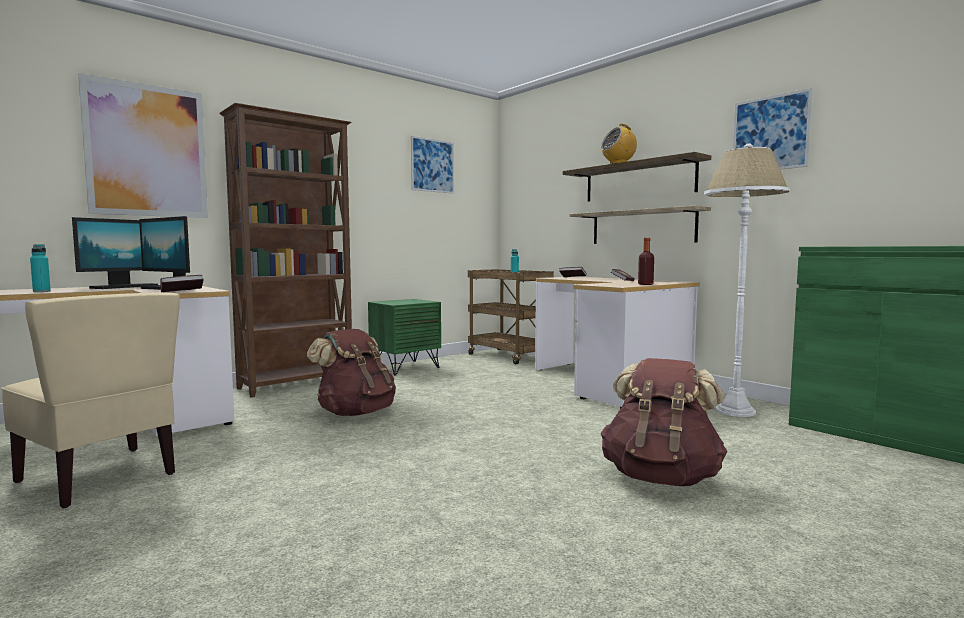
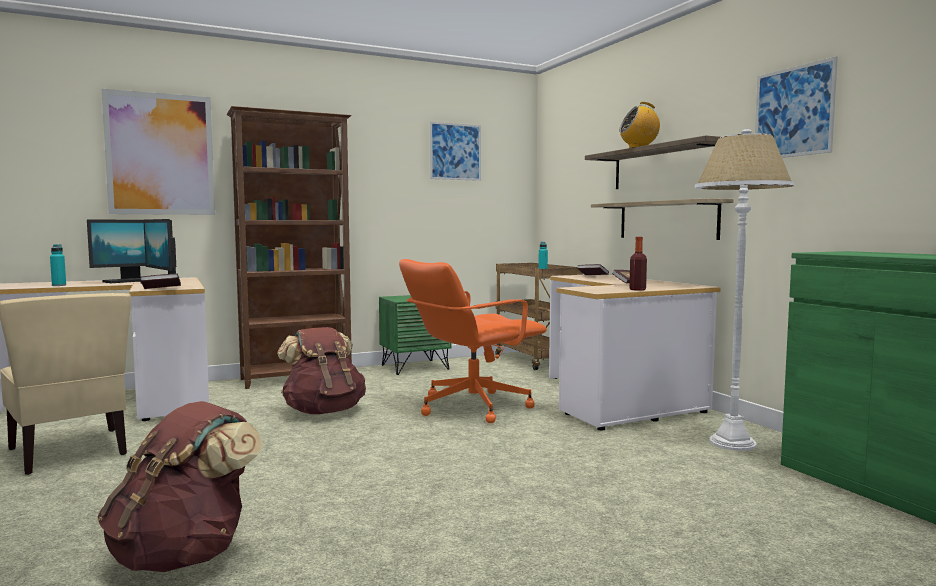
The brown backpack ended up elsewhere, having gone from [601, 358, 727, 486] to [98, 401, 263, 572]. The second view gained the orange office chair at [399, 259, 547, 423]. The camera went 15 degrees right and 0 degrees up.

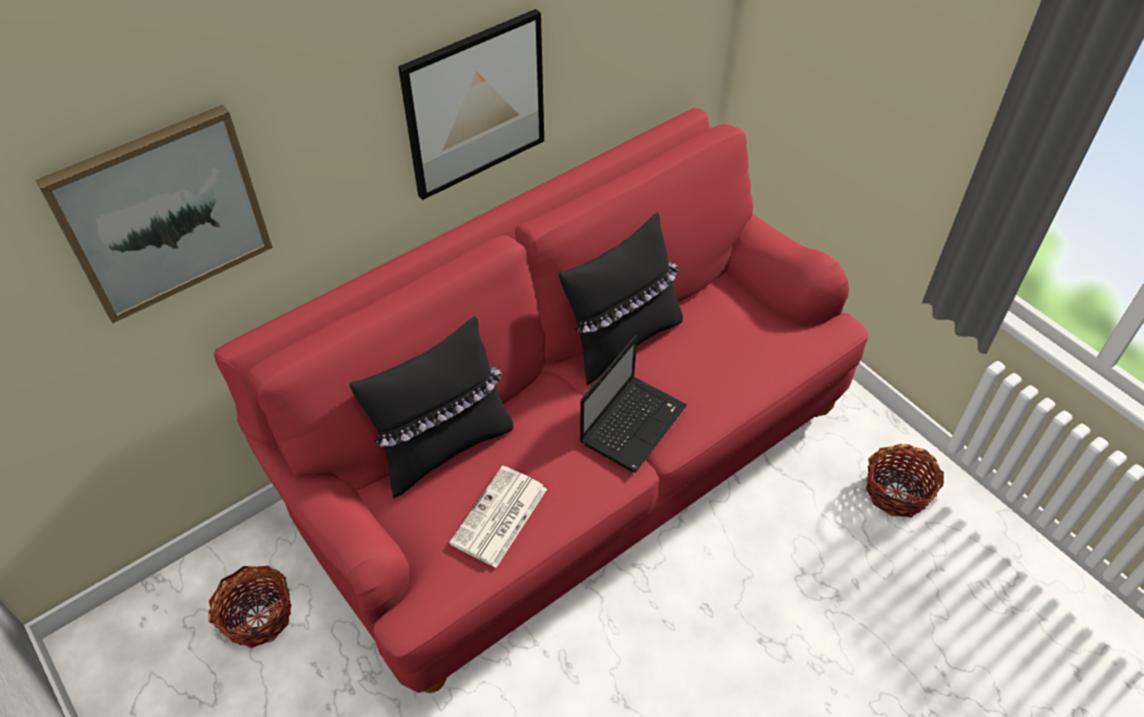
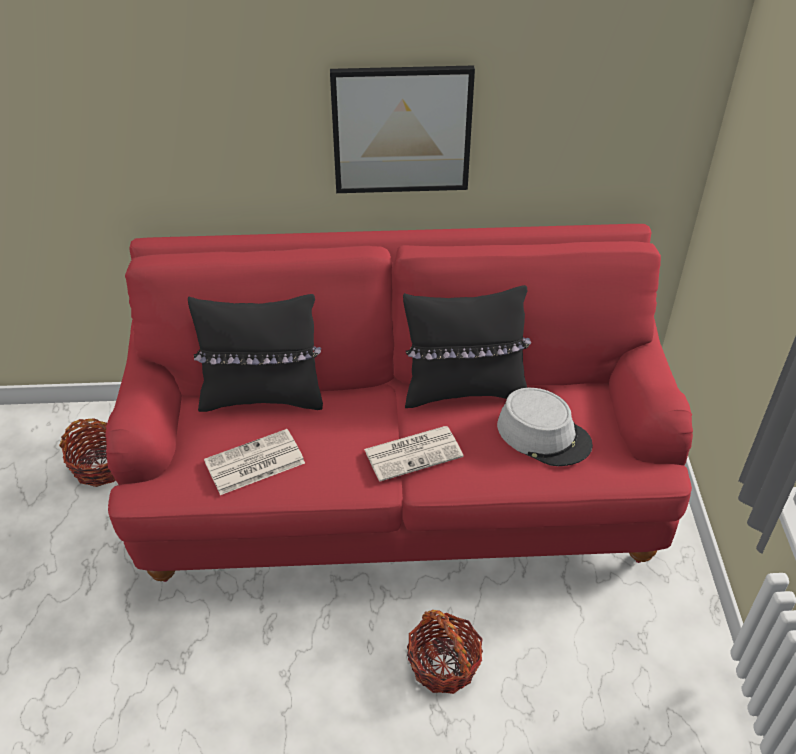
The second view lost the picture at [35, 105, 273, 323]. Where the laptop stood at [580, 335, 687, 472], the newspaper came to stand at [364, 426, 464, 482]. The basket ended up elsewhere, having gone from [866, 444, 944, 517] to [407, 610, 483, 694]. The second view gained the grey hat at [497, 388, 593, 466]. The camera went 35 degrees right and 5 degrees down.

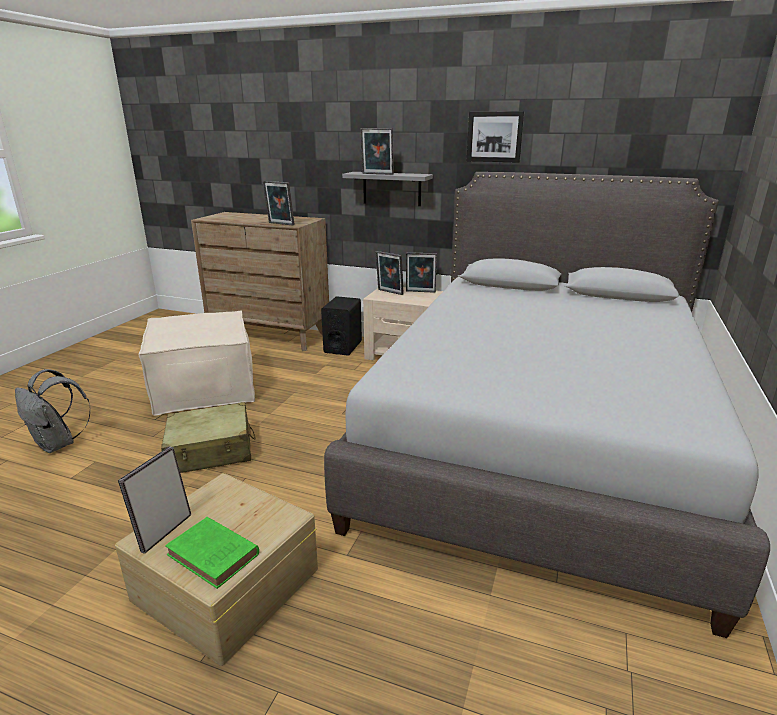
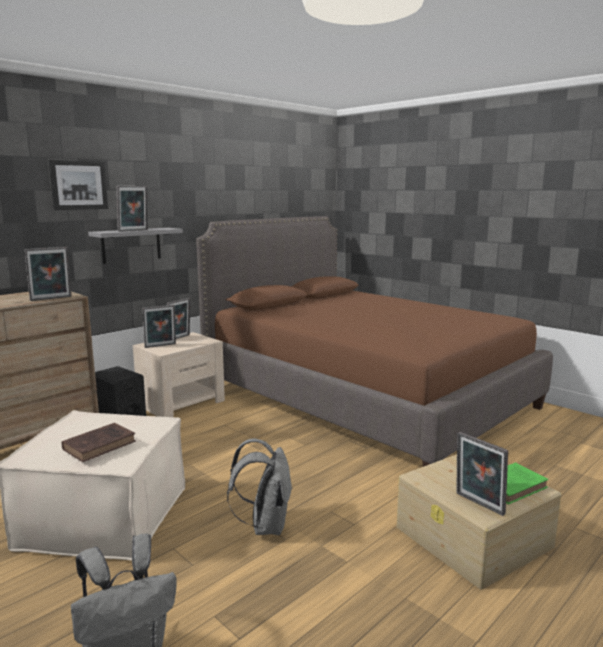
The picture ended up elsewhere, having gone from [467, 111, 525, 163] to [48, 160, 108, 210]. What was the grey bed at [324, 172, 770, 638] turned into the brown bed at [196, 216, 553, 467]. Where the beige suitcase stood at [161, 402, 256, 473], the grey backpack came to stand at [227, 439, 293, 535]. The second view gained the brown book at [62, 423, 136, 462]. The camera went 65 degrees left and 10 degrees down.

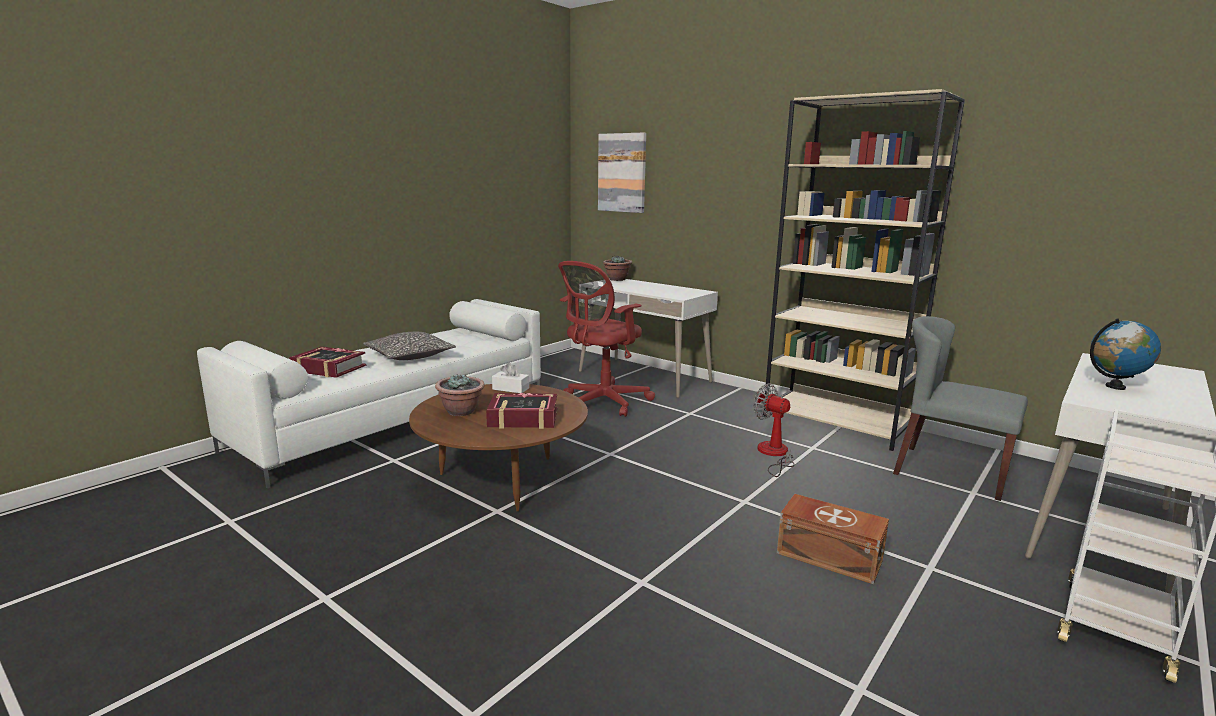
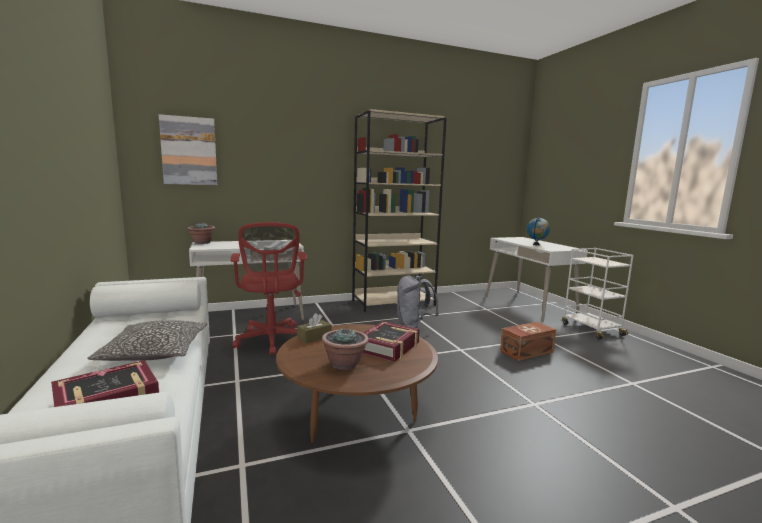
The second view lost the grey chair at [893, 316, 1028, 501]. What was the white tissue box at [492, 362, 529, 393] turned into the brown tissue box at [297, 313, 332, 343]. Where the fan stood at [753, 383, 794, 477], the grey backpack came to stand at [396, 275, 439, 328]. The camera went 60 degrees left and 5 degrees down.

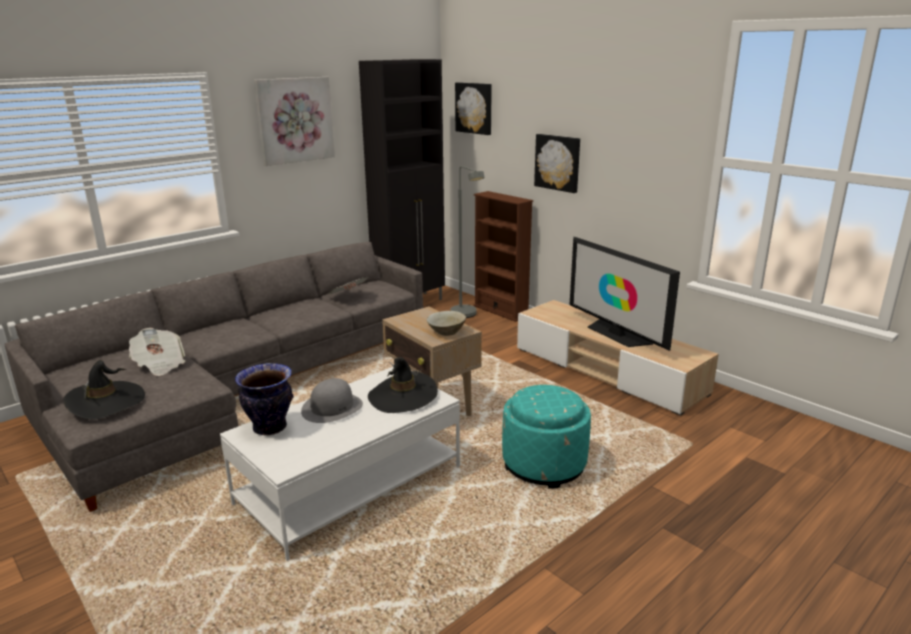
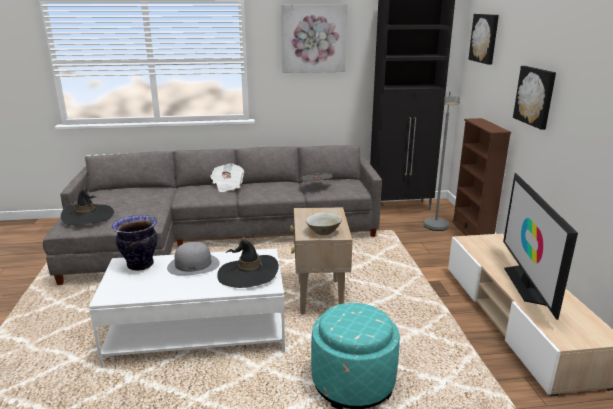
The newspaper ended up elsewhere, having gone from [129, 328, 185, 376] to [210, 163, 244, 192]. The camera went 35 degrees right and 0 degrees up.

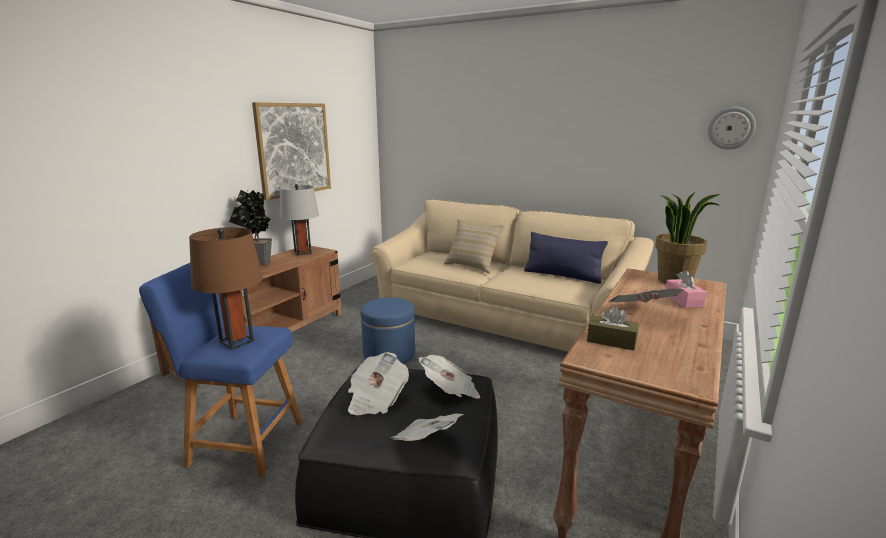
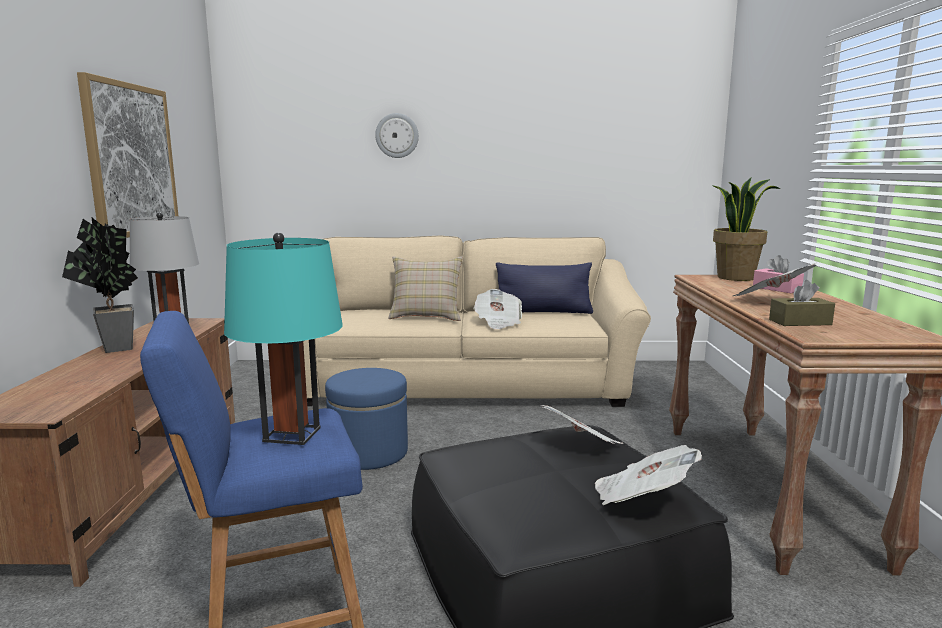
The wall clock ended up elsewhere, having gone from [708, 107, 756, 150] to [375, 113, 419, 158]. What was the brown table lamp at [189, 227, 263, 349] turned into the turquoise table lamp at [224, 232, 343, 445]. The newspaper ended up elsewhere, having gone from [348, 352, 409, 415] to [474, 289, 522, 329]. The camera went 30 degrees left and 5 degrees down.

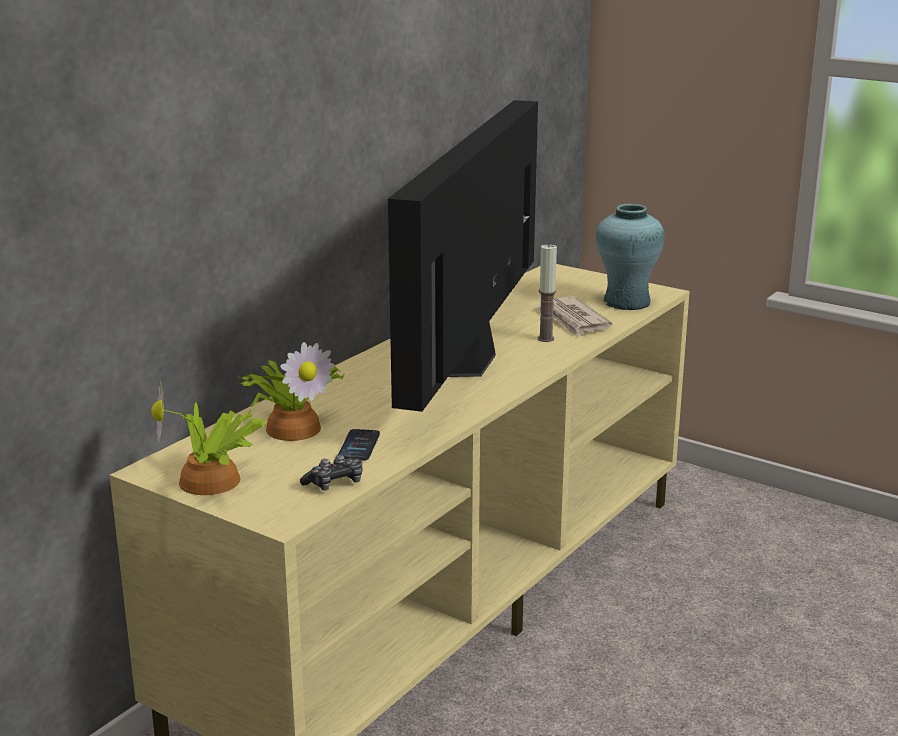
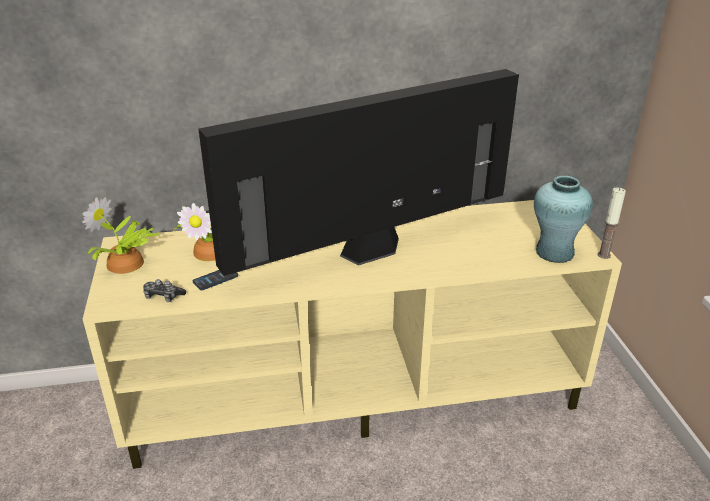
The candle ended up elsewhere, having gone from [538, 244, 557, 342] to [598, 187, 626, 259]. The second view lost the newspaper at [537, 296, 612, 337]. The camera went 45 degrees right and 10 degrees up.

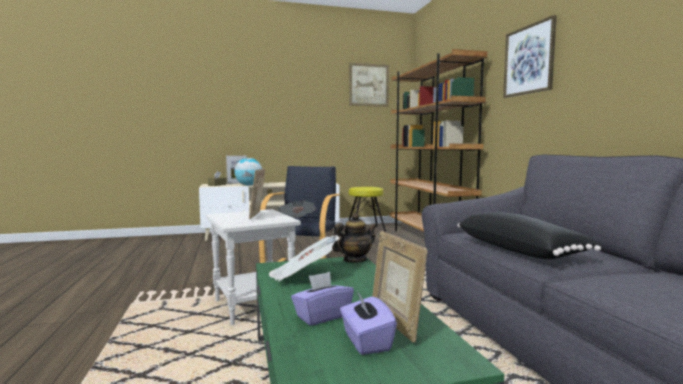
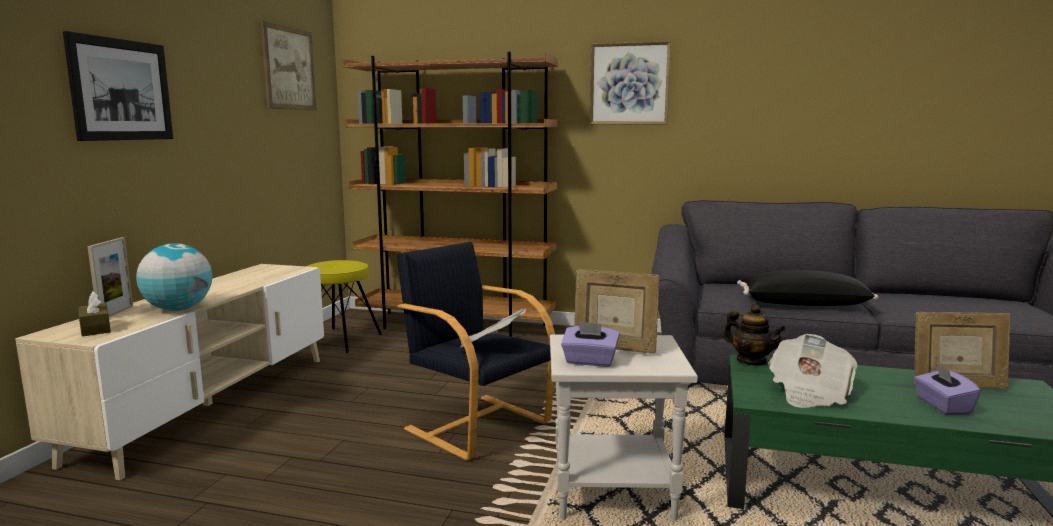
The teapot at [332, 213, 377, 263] ended up facing another way, 135 degrees clockwise from before. The purple tissue box ended up elsewhere, having gone from [340, 291, 397, 355] to [561, 321, 620, 367]. The second view gained the picture at [63, 31, 173, 141]. The camera went 60 degrees left and 5 degrees up.

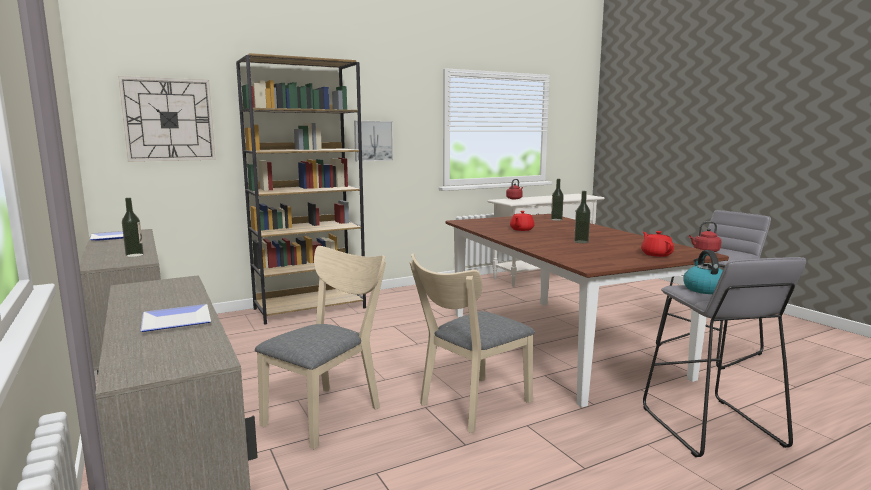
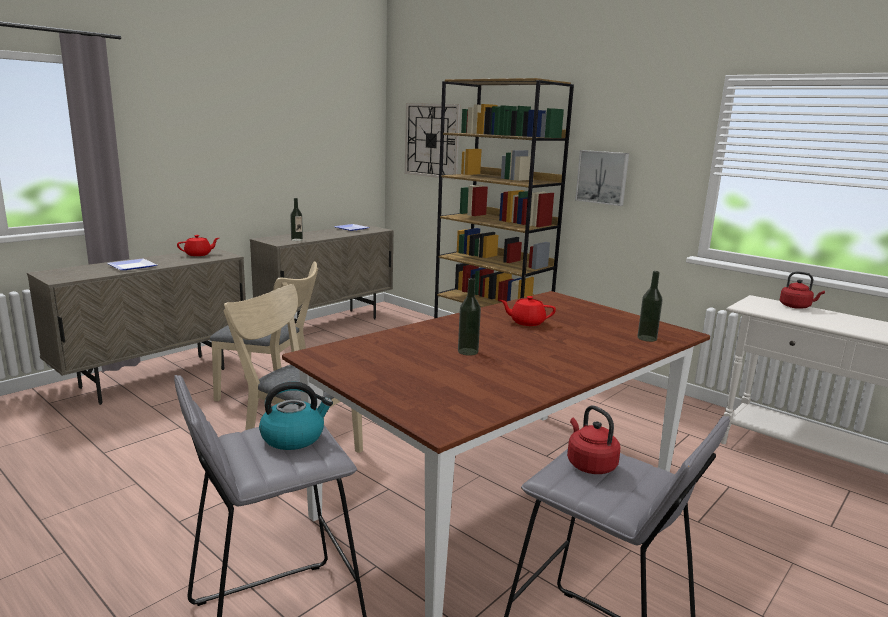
The red teapot ended up elsewhere, having gone from [641, 231, 674, 257] to [177, 235, 219, 256]. The camera went 70 degrees right and 5 degrees up.

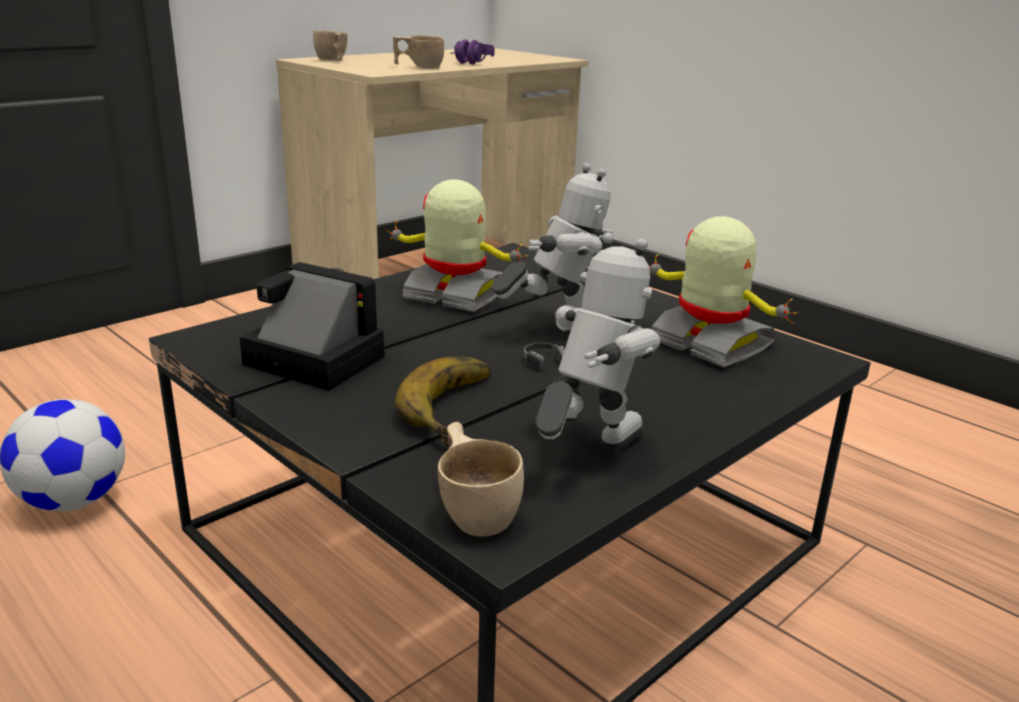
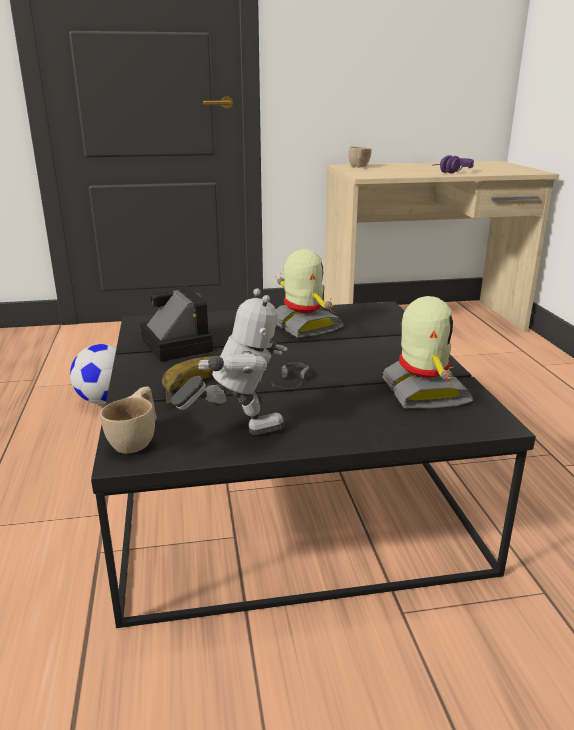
The second view lost the beige cup at [393, 36, 444, 69]. The second view lost the toy robot at [491, 163, 614, 308]. The camera went 35 degrees right and 0 degrees up.

